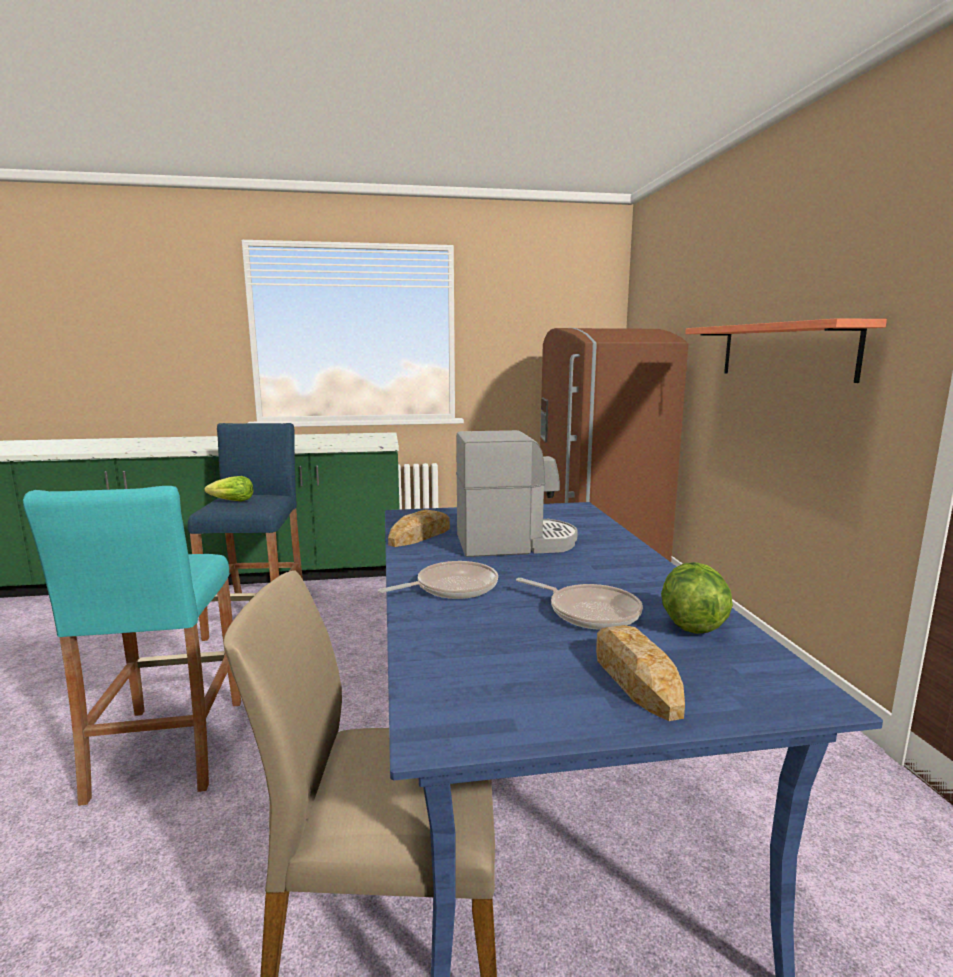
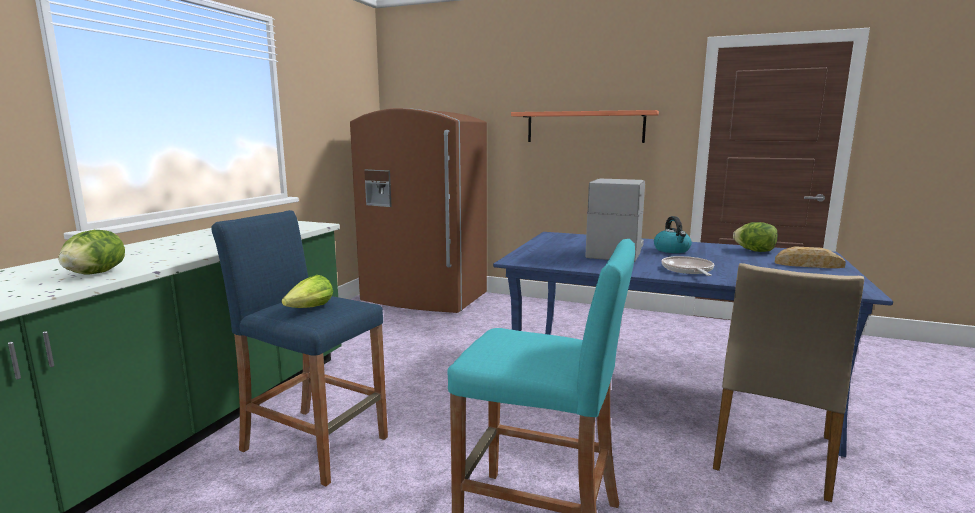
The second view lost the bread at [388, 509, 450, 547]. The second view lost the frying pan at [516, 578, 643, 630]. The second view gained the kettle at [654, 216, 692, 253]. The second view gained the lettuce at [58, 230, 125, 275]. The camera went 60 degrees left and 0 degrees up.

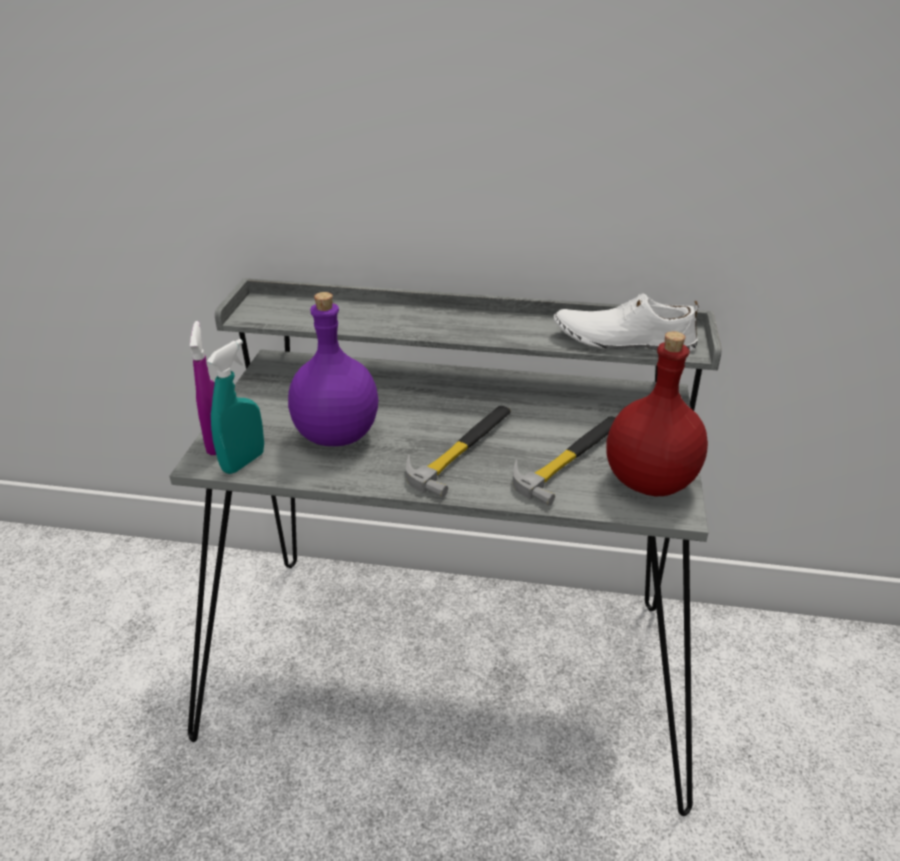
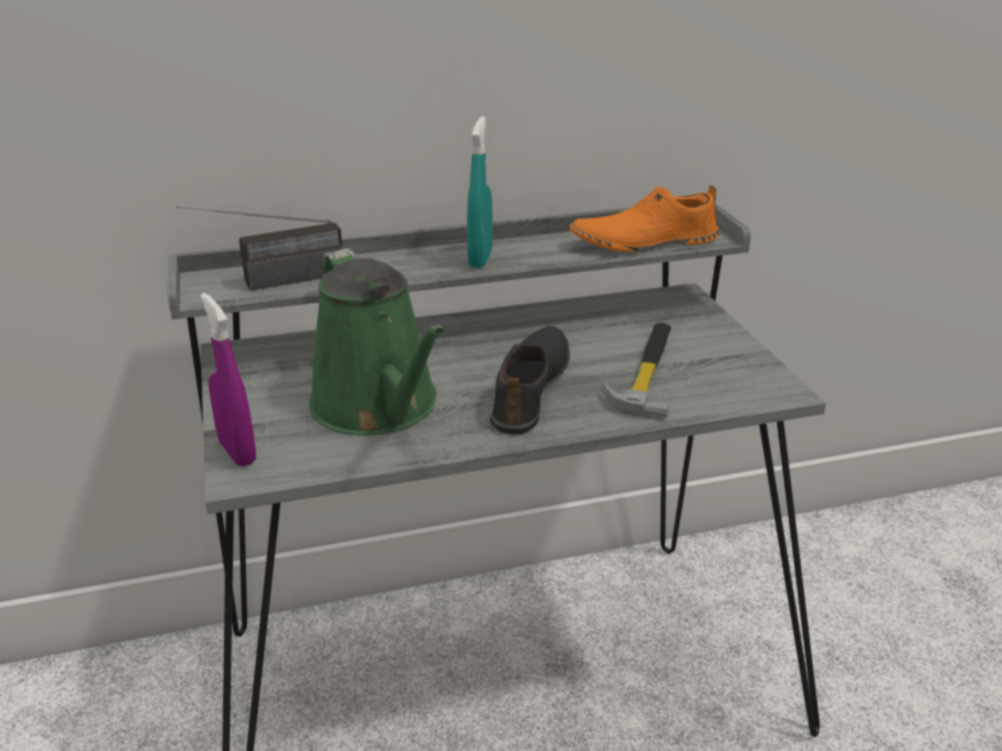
Where the purple bottle stood at [288, 292, 378, 446], the green watering can came to stand at [309, 248, 446, 435]. What was the white shoe at [554, 293, 698, 351] turned into the orange shoe at [569, 186, 719, 252]. The second view lost the red bottle at [606, 331, 708, 496]. The turquoise spray bottle ended up elsewhere, having gone from [207, 339, 264, 474] to [467, 116, 493, 268]. Where the hammer stood at [406, 406, 511, 497], the black shoe came to stand at [490, 326, 570, 434]. The second view gained the radio at [177, 206, 343, 291]. The camera went 25 degrees left and 5 degrees down.

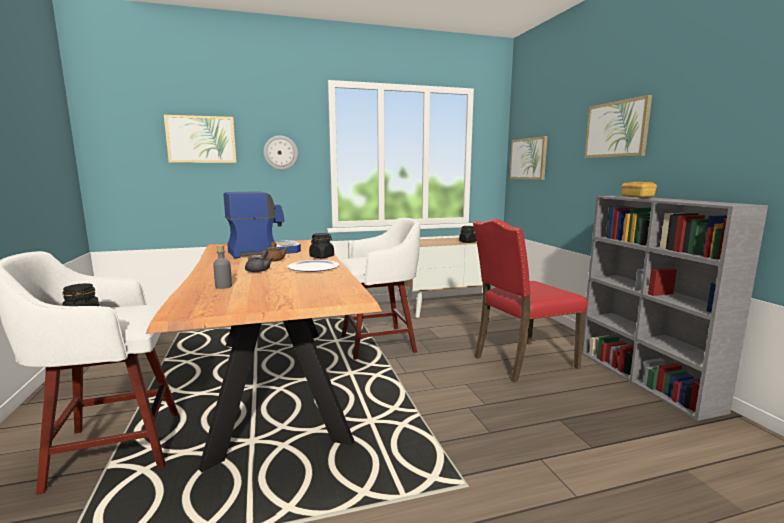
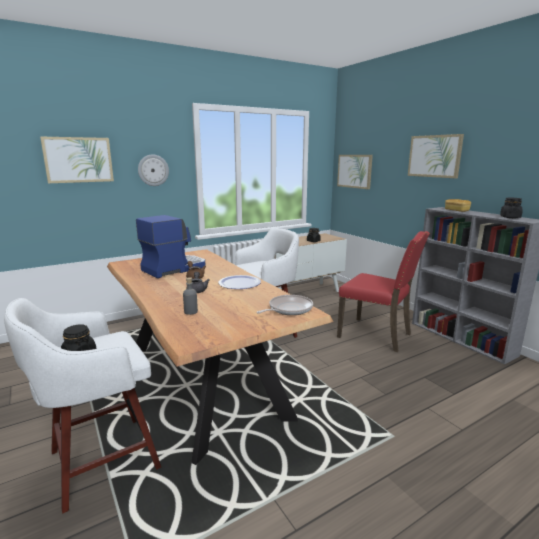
The red chair at [473, 219, 588, 382] ended up facing another way, 105 degrees counterclockwise from before. The black jar ended up elsewhere, having gone from [309, 233, 334, 258] to [500, 198, 523, 218]. The second view gained the frying pan at [256, 295, 313, 315]. The camera went 15 degrees left and 5 degrees up.

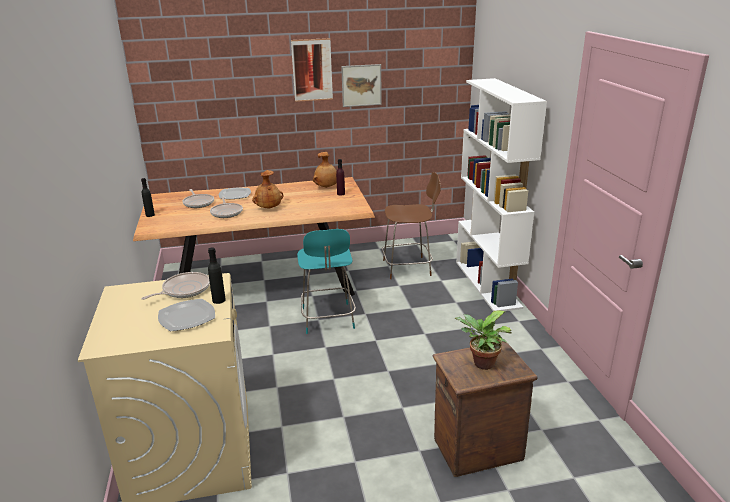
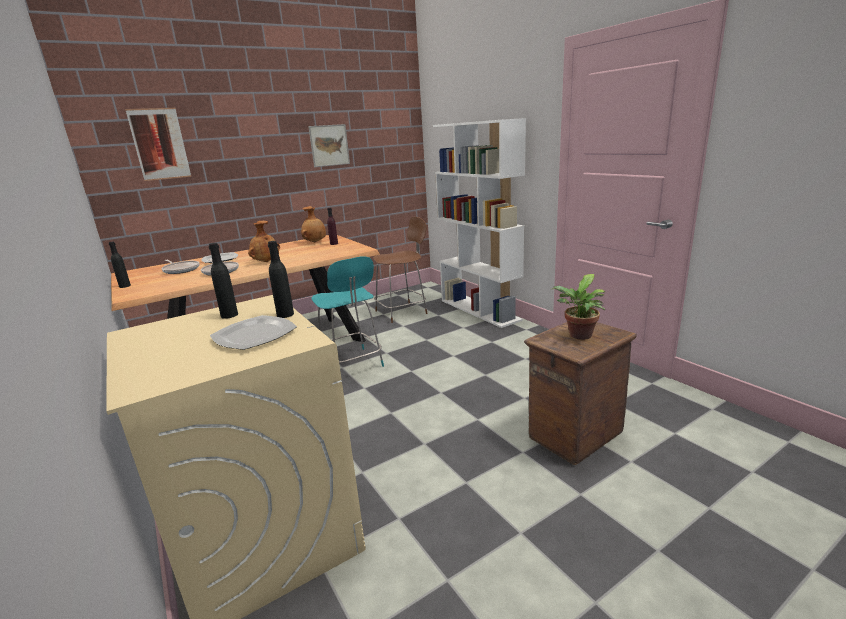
The picture ended up elsewhere, having gone from [291, 38, 333, 102] to [125, 108, 191, 181]. Where the frying pan stood at [141, 272, 210, 300], the black bottle came to stand at [209, 243, 238, 319]. The camera went 20 degrees left and 5 degrees down.

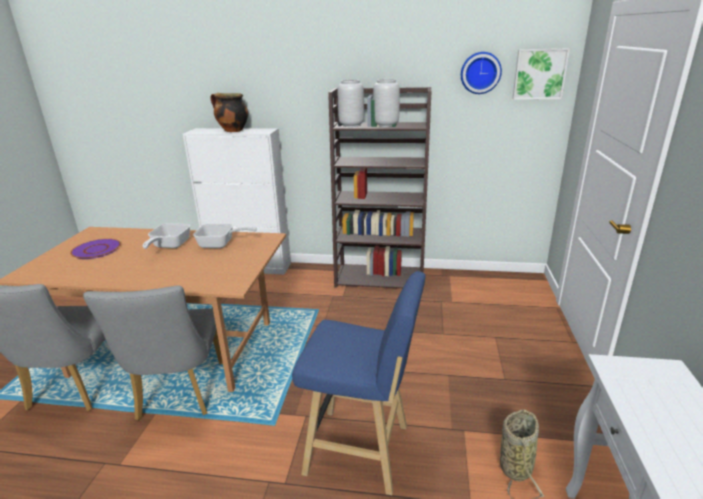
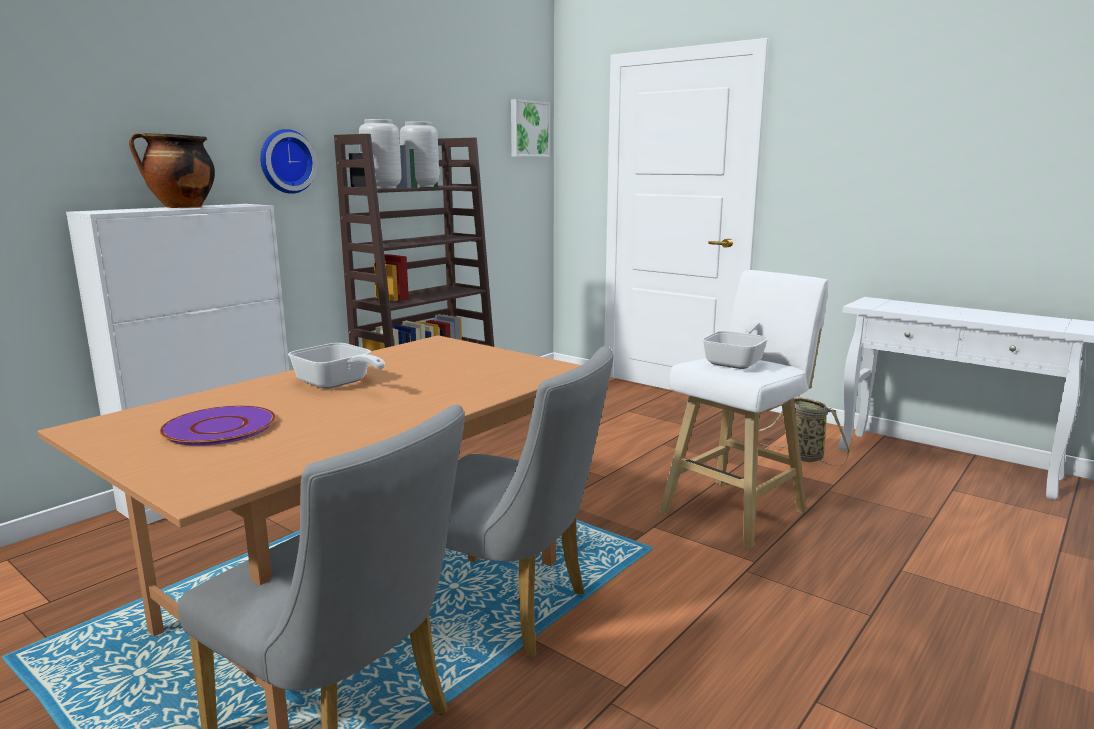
The wall clock ended up elsewhere, having gone from [461, 52, 502, 94] to [260, 129, 317, 194]. The frying pan ended up elsewhere, having gone from [193, 224, 257, 248] to [702, 321, 769, 369]. What was the blue stool at [292, 271, 425, 495] turned into the white stool at [659, 270, 828, 549]. The camera went 60 degrees left and 10 degrees down.

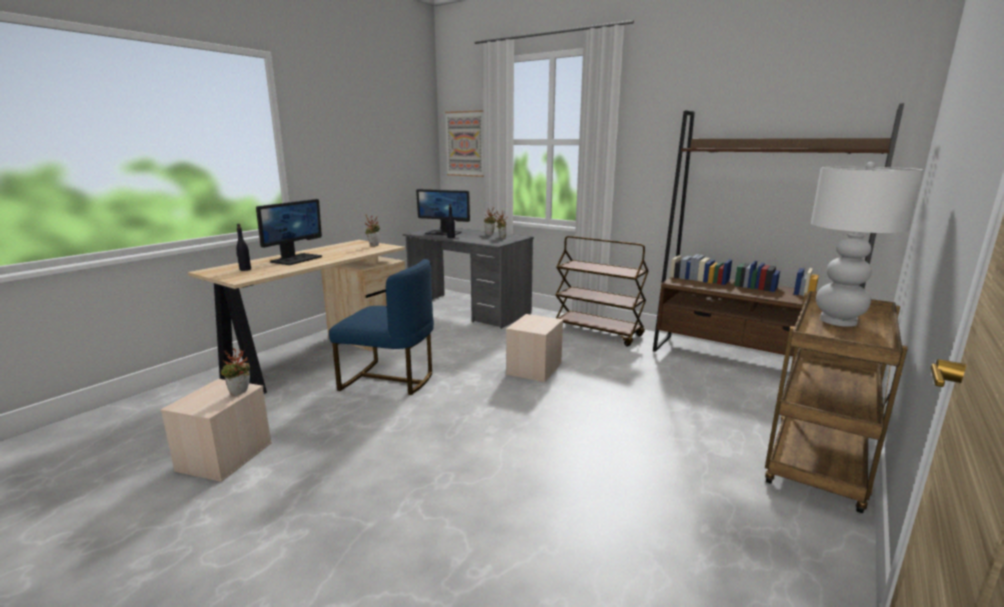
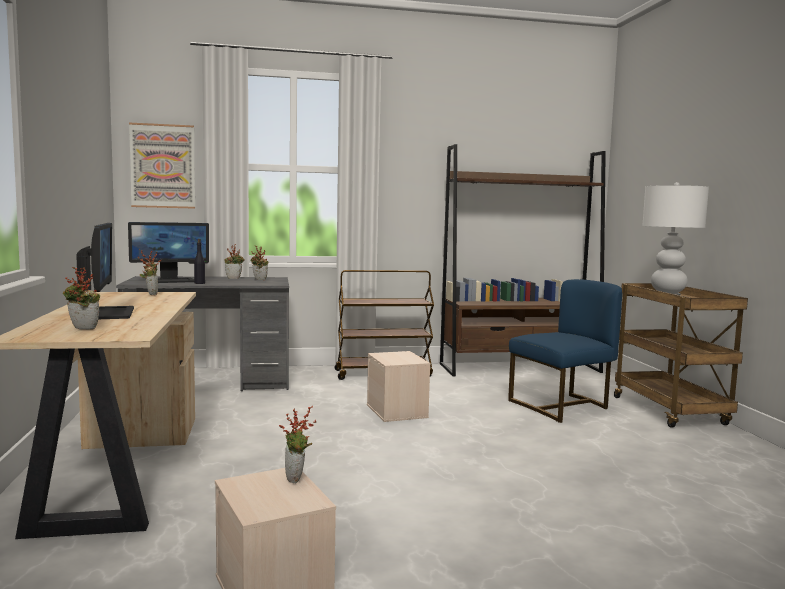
Where the black bottle stood at [236, 224, 251, 271], the potted plant came to stand at [63, 267, 100, 329]. The blue chair ended up elsewhere, having gone from [329, 259, 434, 395] to [508, 279, 622, 423]. The camera went 45 degrees left and 10 degrees down.

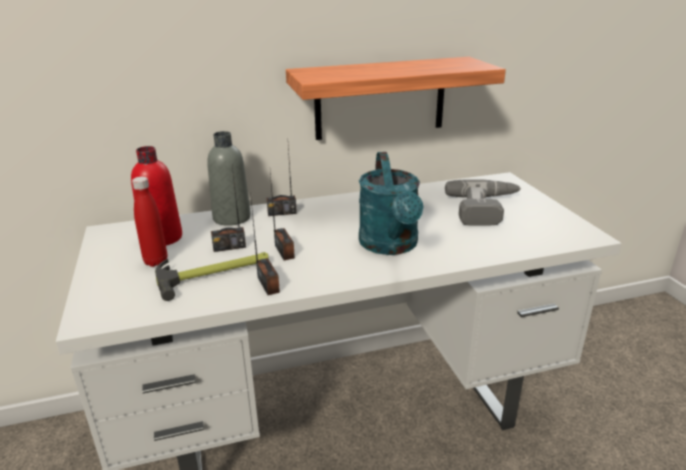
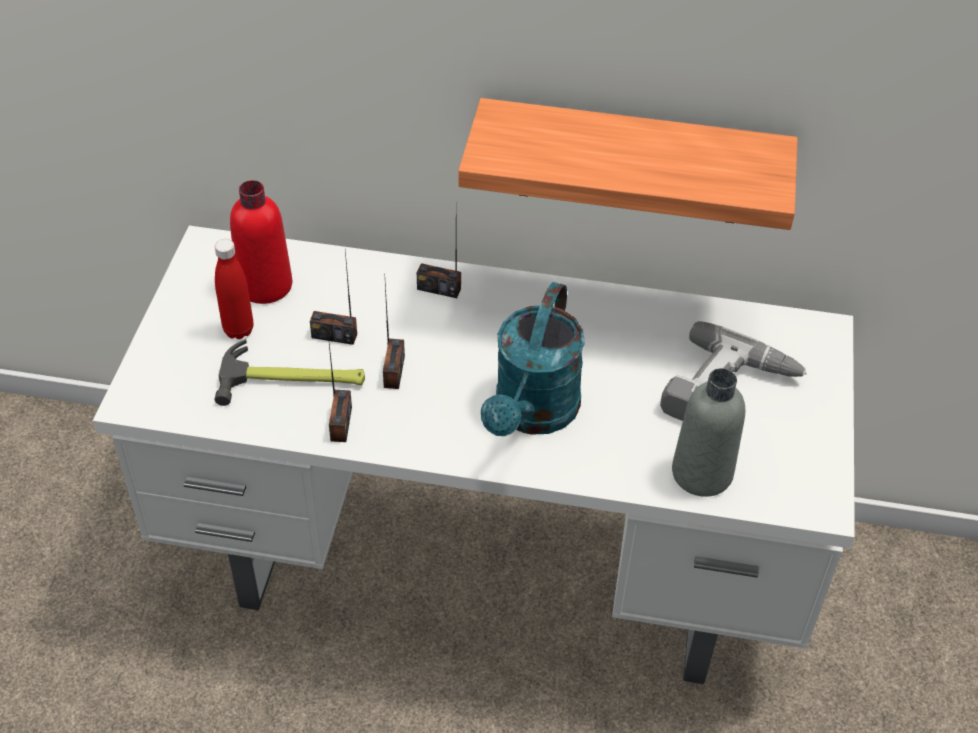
The grey bottle ended up elsewhere, having gone from [207, 131, 251, 226] to [672, 368, 745, 497]. The camera went 25 degrees right and 20 degrees up.

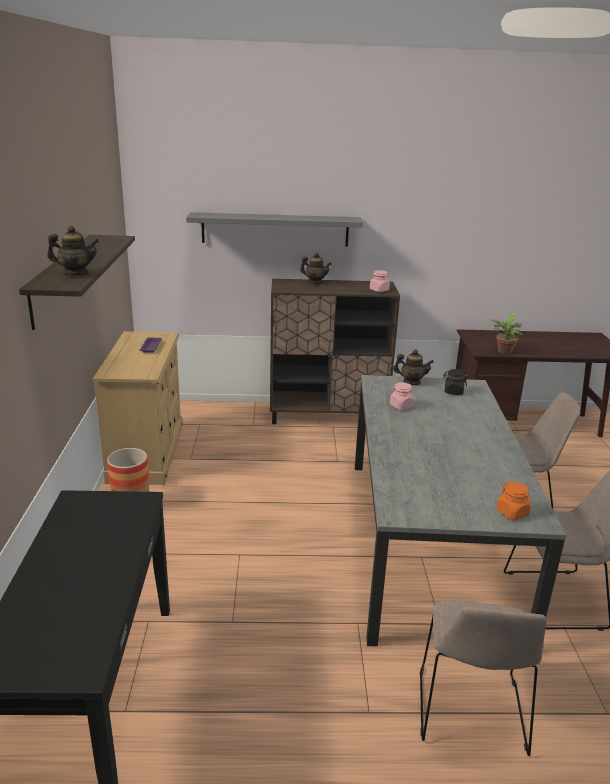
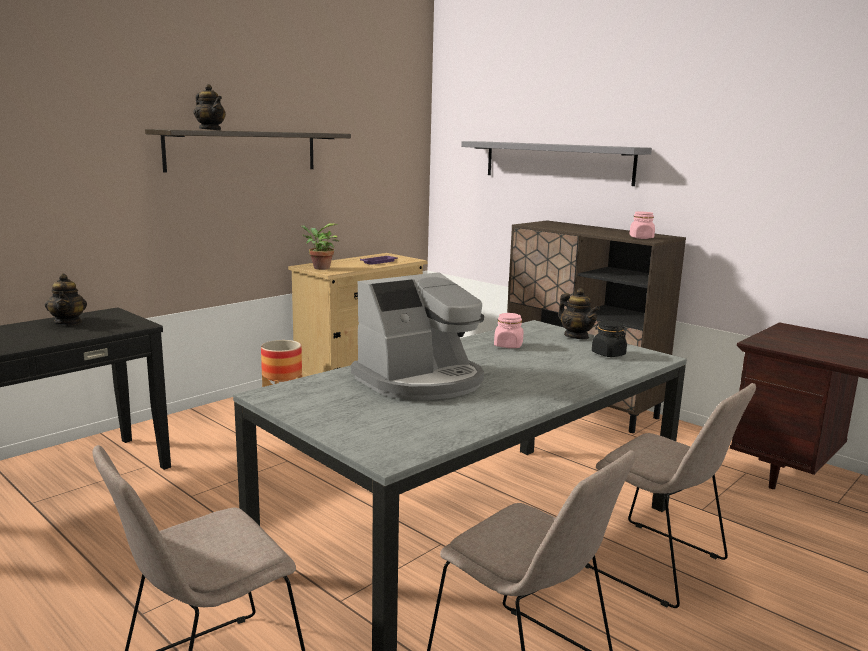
The teapot ended up elsewhere, having gone from [300, 253, 332, 284] to [45, 273, 87, 325]. The potted plant ended up elsewhere, having gone from [492, 313, 523, 354] to [301, 223, 339, 270]. The second view lost the orange jar at [497, 481, 531, 520]. The second view gained the coffee machine at [351, 272, 484, 400]. The camera went 45 degrees right and 10 degrees down.

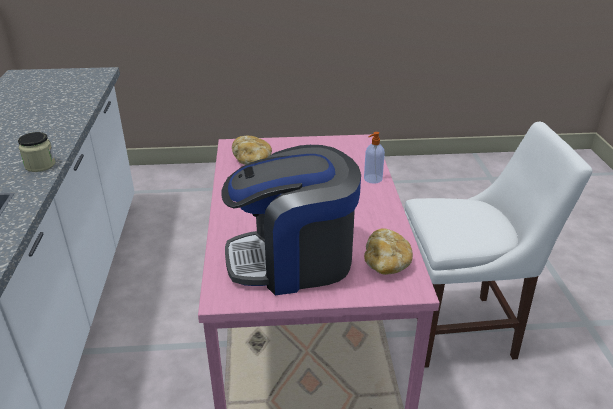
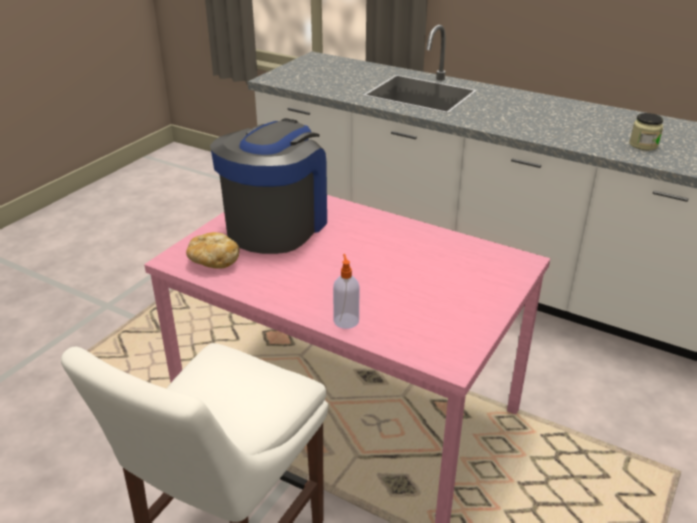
The jar ended up elsewhere, having gone from [18, 132, 56, 172] to [629, 113, 663, 150]. The second view lost the bread at [232, 136, 272, 165]. The camera went 125 degrees right and 0 degrees up.

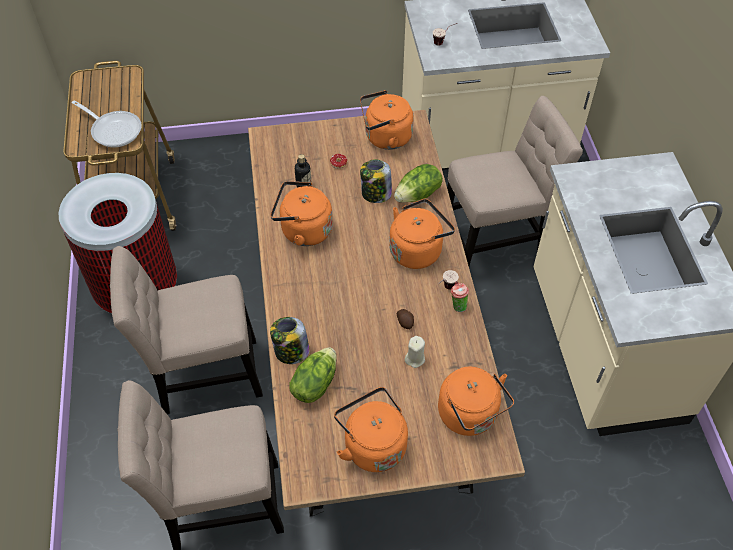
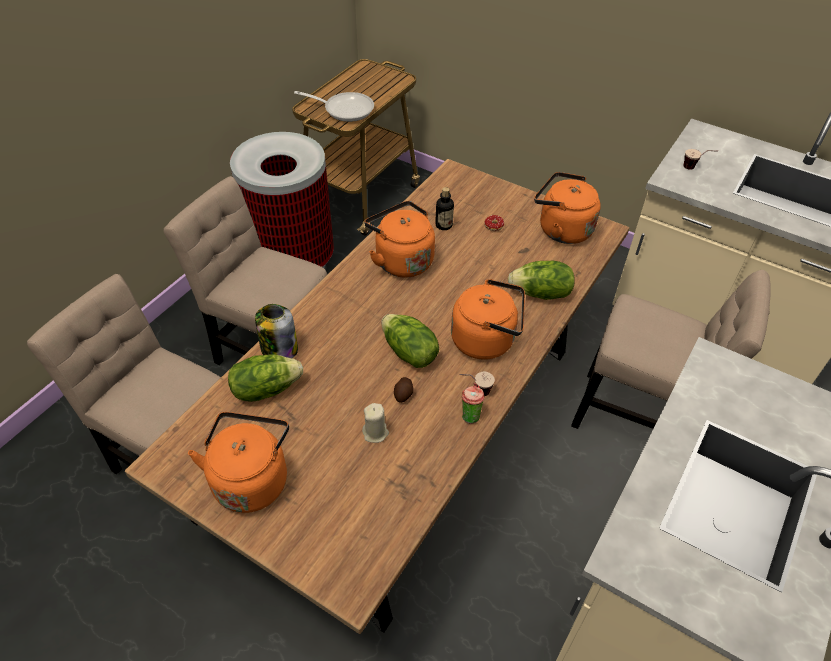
The frying pan at [72, 100, 142, 148] ended up facing another way, 60 degrees counterclockwise from before. The second view lost the jar at [360, 159, 392, 203]. The second view lost the orange kettle at [438, 367, 514, 436]. The second view gained the lettuce at [381, 314, 439, 368]. The camera went 40 degrees right and 5 degrees down.

